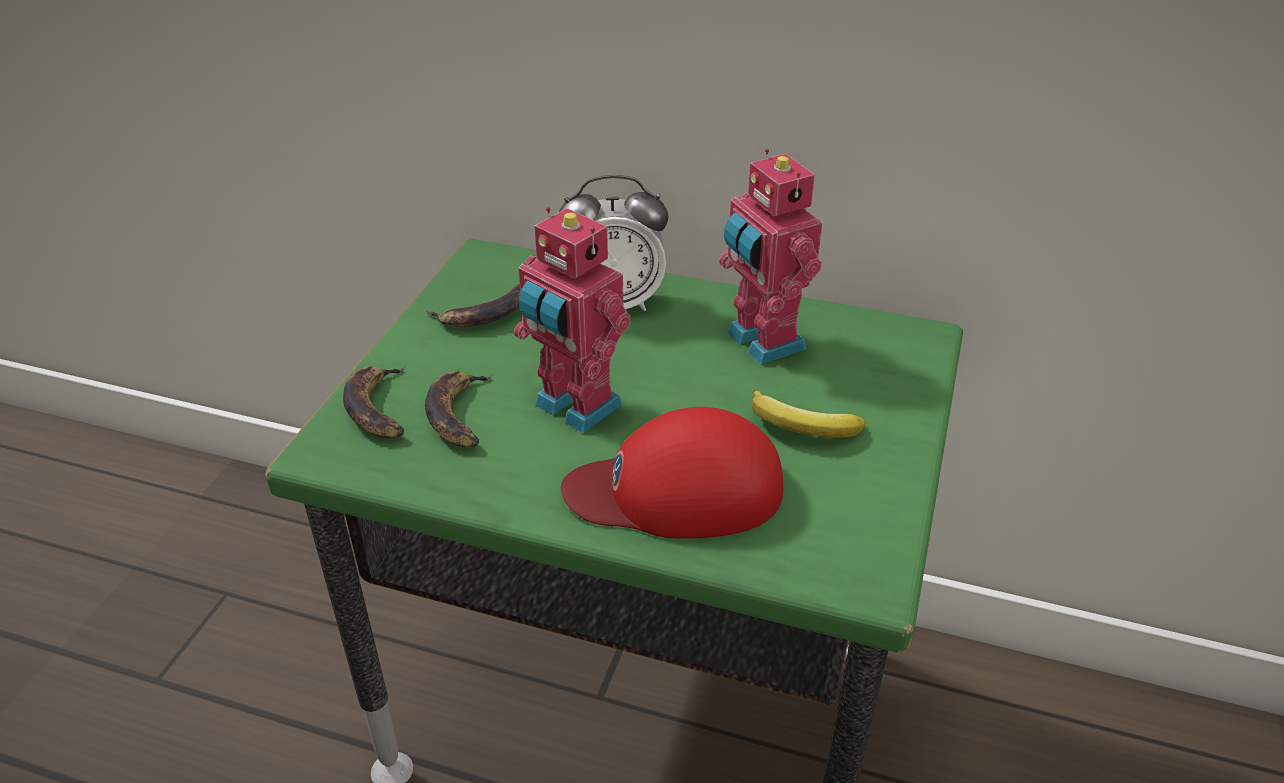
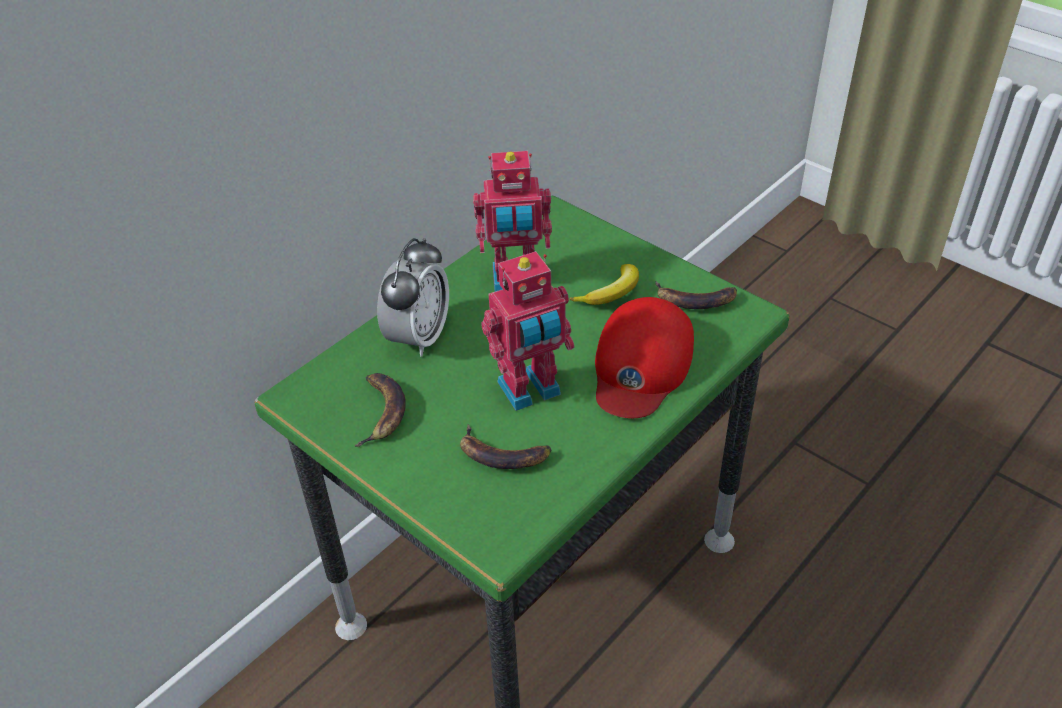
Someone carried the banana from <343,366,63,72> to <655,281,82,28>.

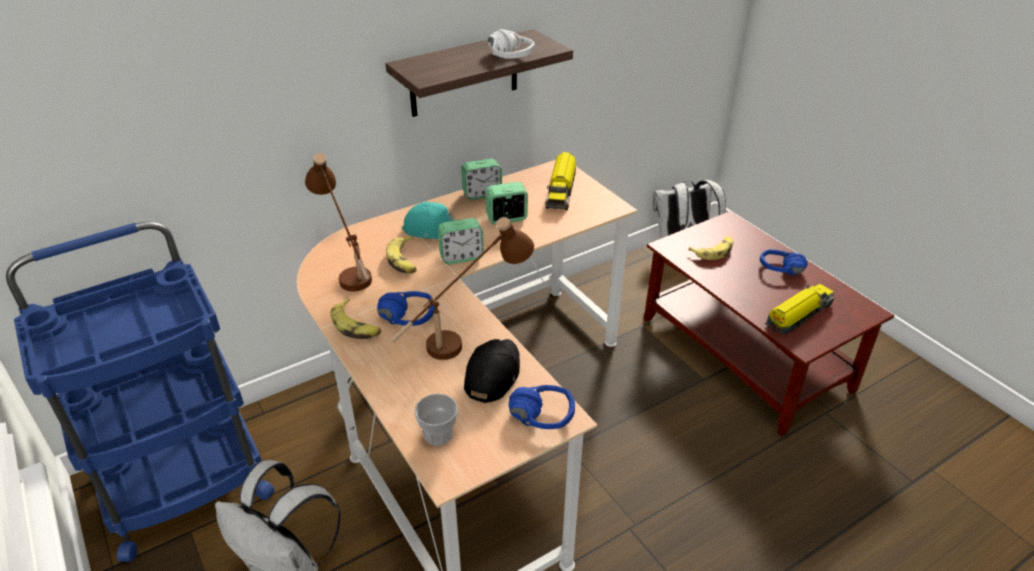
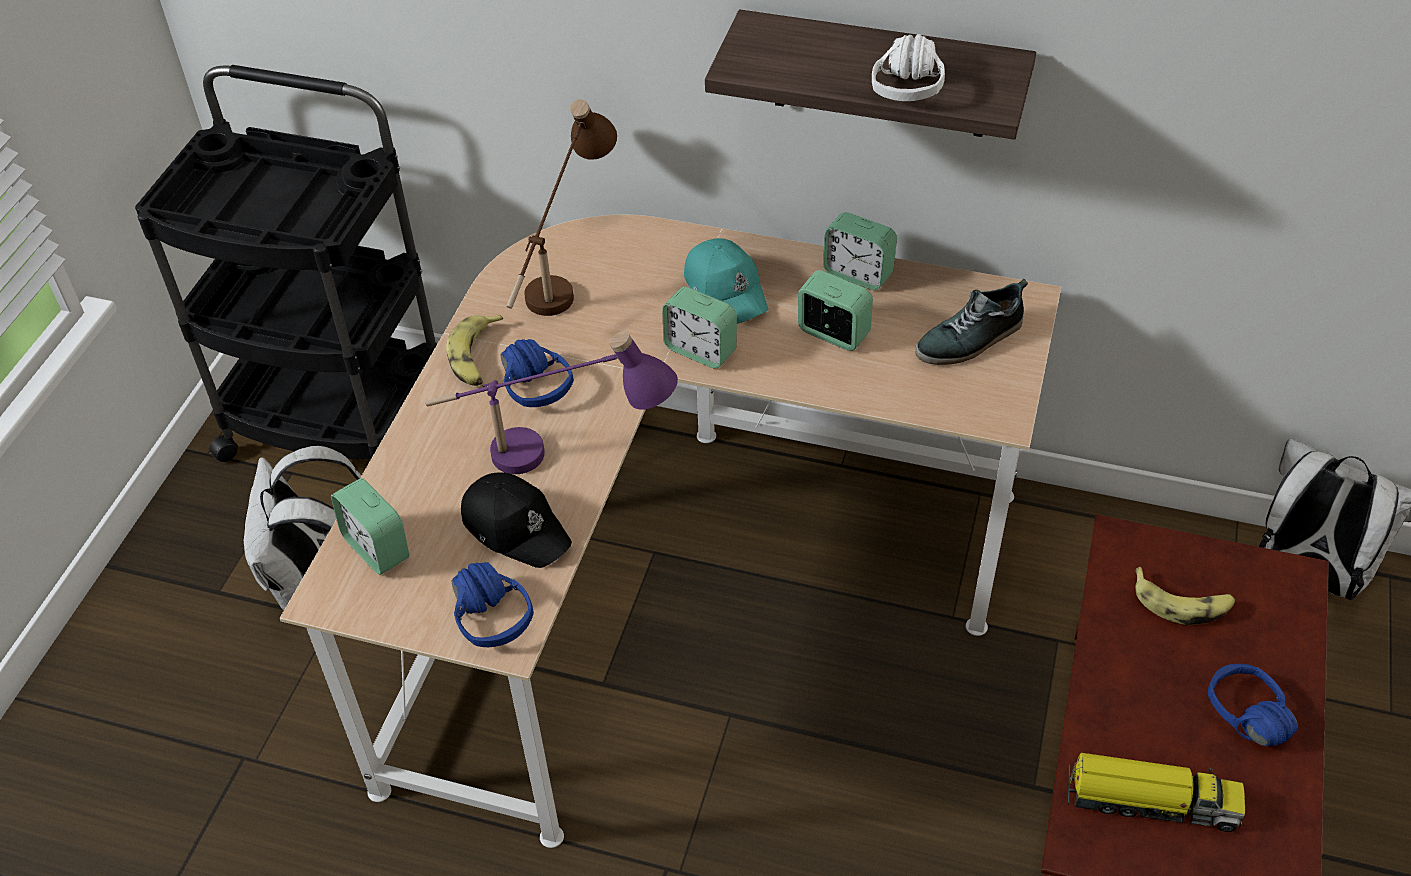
Someone took away the banana at <386,236,31,37>.
Someone swapped the drinking cup at <414,394,44,52> for the bedside clock at <331,478,78,97>.
Someone swapped the toy lorry at <545,152,31,58> for the shoe at <915,279,113,86>.
Someone repainted the bluish cart at <6,222,269,340>, which became the black-coloured cart at <135,65,302,397>.
Someone repainted the brownish lamp for a table at <391,217,143,143>, which became the purple lamp for a table at <425,331,253,143>.
Someone rotated the black-coloured cap at <464,339,56,64> by 60 degrees clockwise.

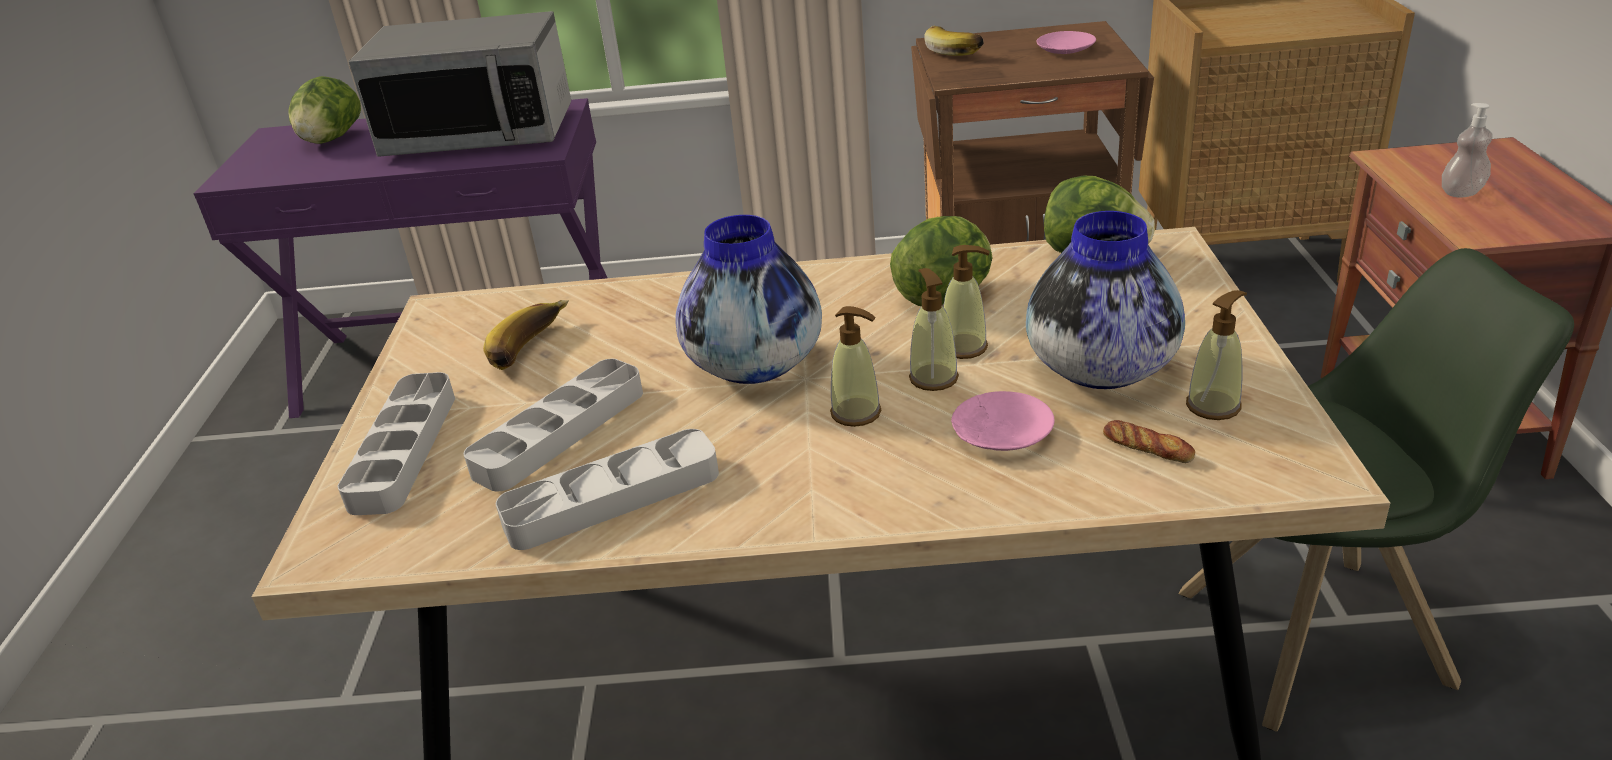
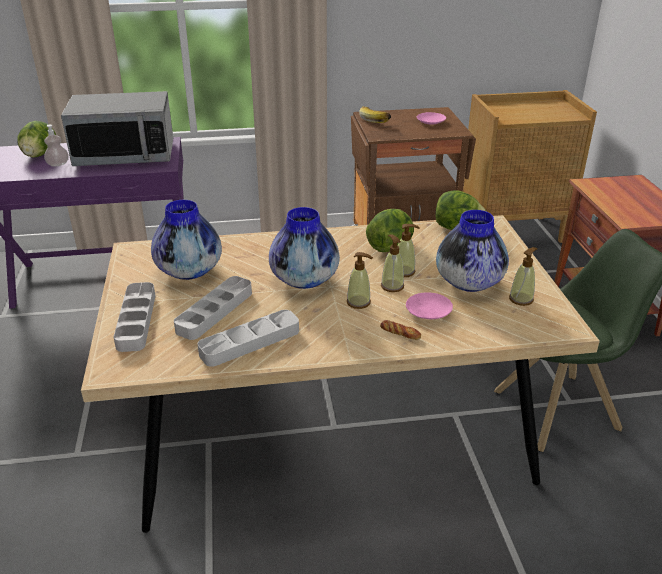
Someone carried the bread from <1103,420,92,43> to <380,320,41,20>.
Someone carried the liquid soap bottle from <1442,103,51,95> to <44,125,25,41>.
Someone swapped the banana at <483,300,86,70> for the decorative vase at <151,200,71,80>.

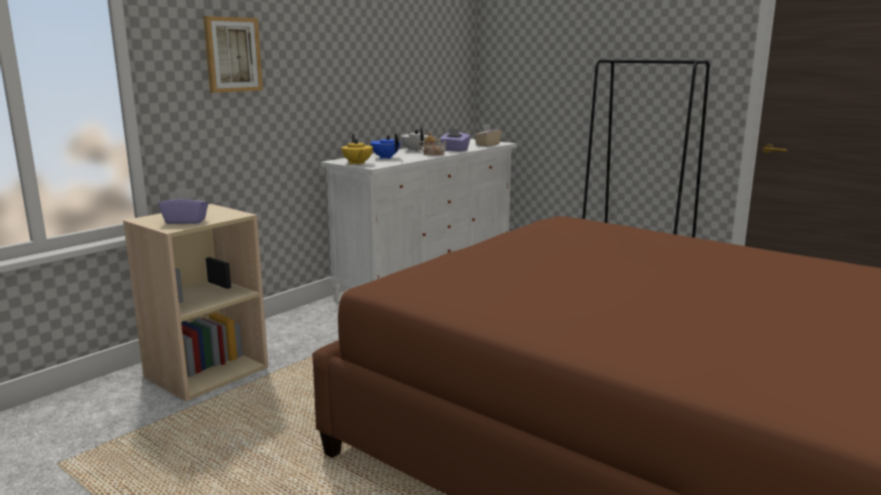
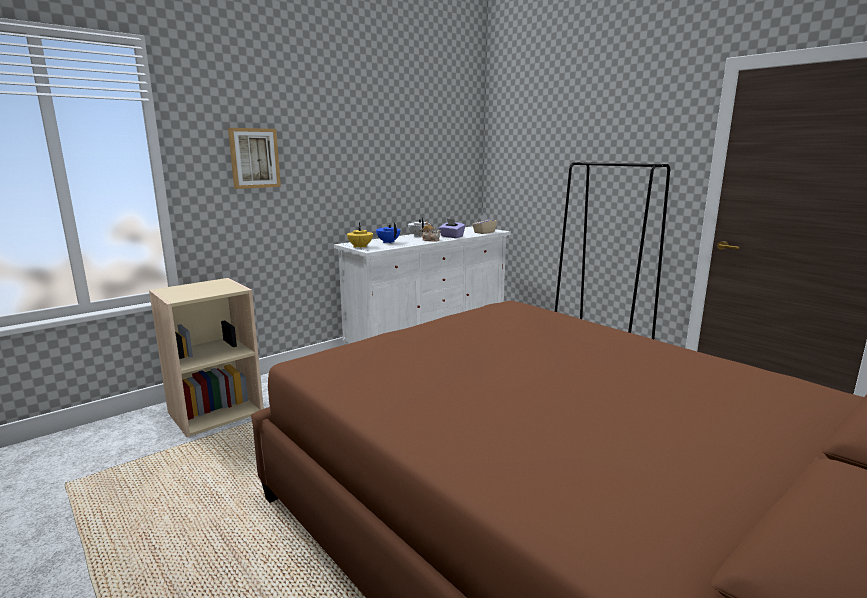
Someone took away the purple tissue box at <159,189,49,35>.

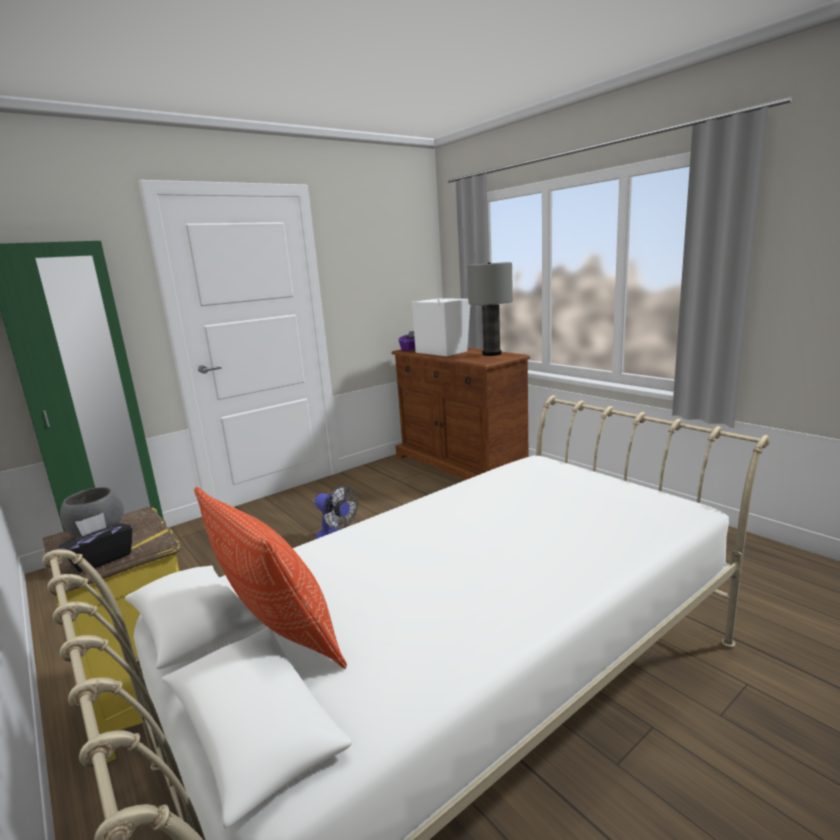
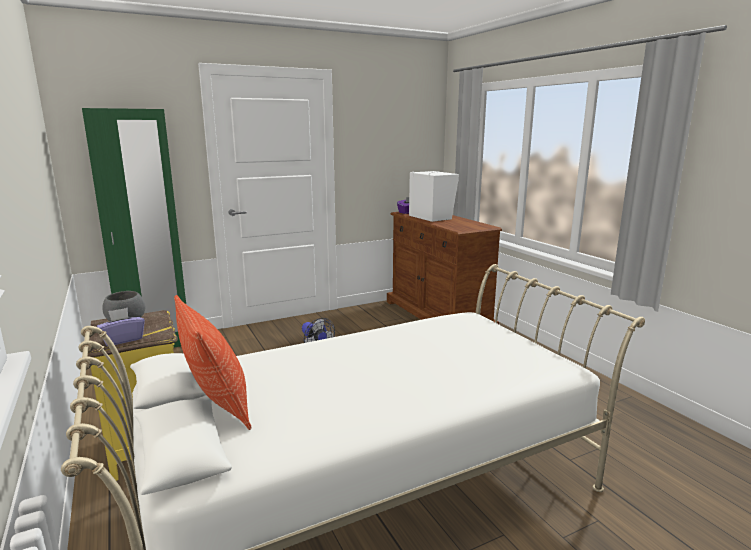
Someone took away the grey lamp for a table at <467,262,46,94>.
Someone repainted the black-coloured tissue box at <59,513,73,60>, which became the purple tissue box at <97,308,48,38>.

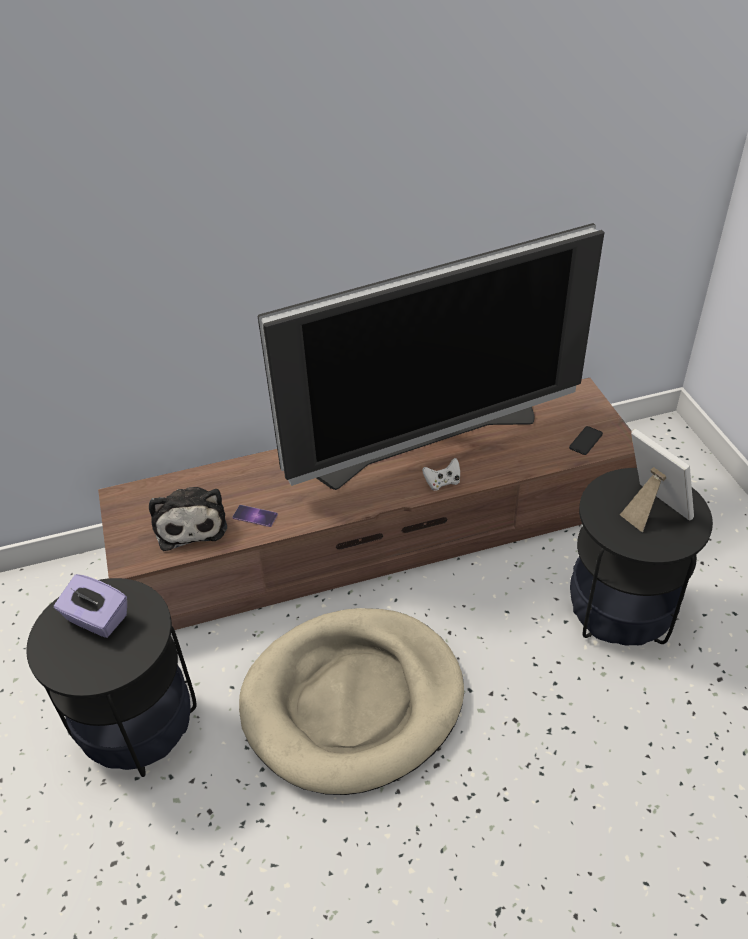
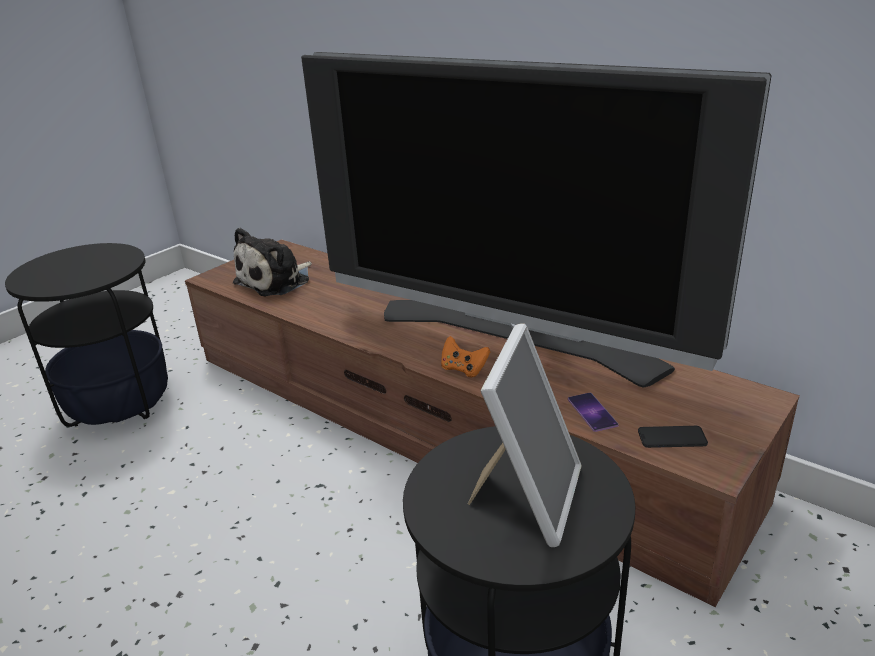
Someone took away the purple tissue box at <54,574,73,64>.
Someone took away the sand-coloured dog cushion at <239,608,225,187>.
Someone carried the telephone from <233,505,45,22> to <568,393,51,39>.
Someone repainted the whitish joypad at <422,458,38,33>, which became the orange-coloured joypad at <441,336,49,41>.

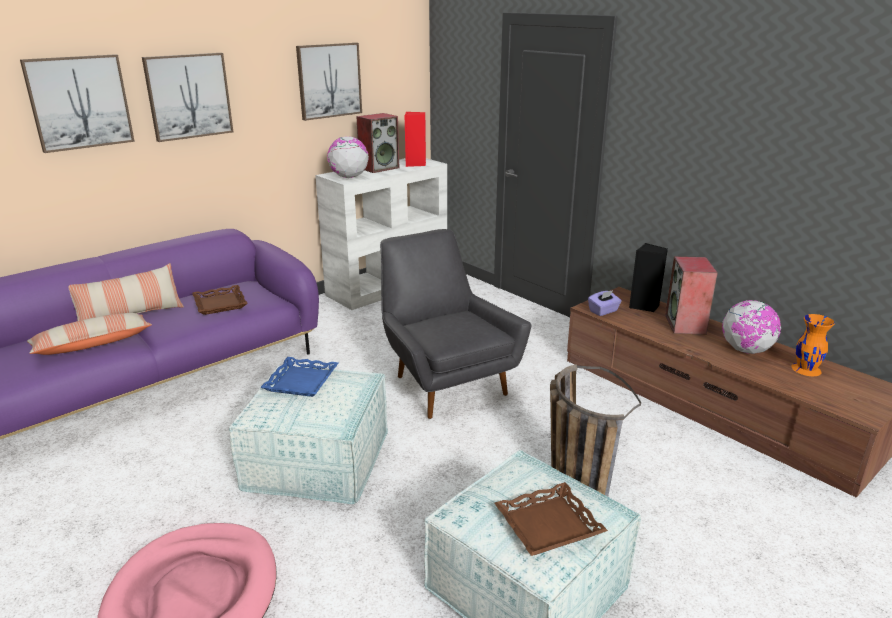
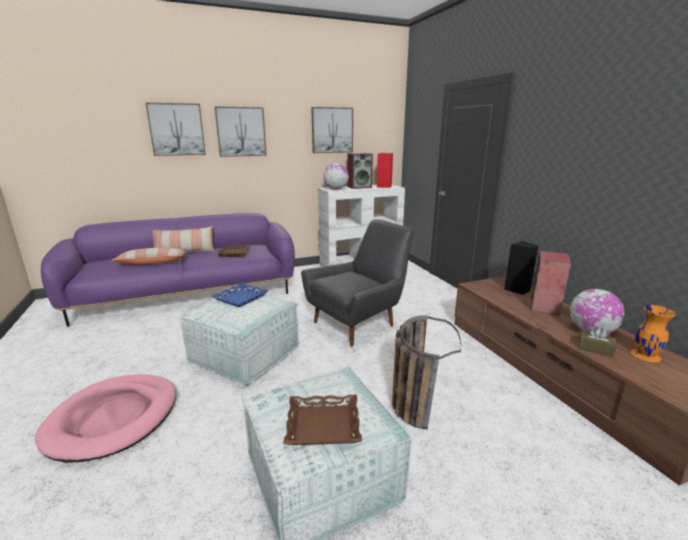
Someone took away the purple tissue box at <588,290,33,26>.
Someone put down the brownish tissue box at <578,327,39,30>.
Someone rotated the grey lounge chair at <380,229,151,190> by 60 degrees clockwise.

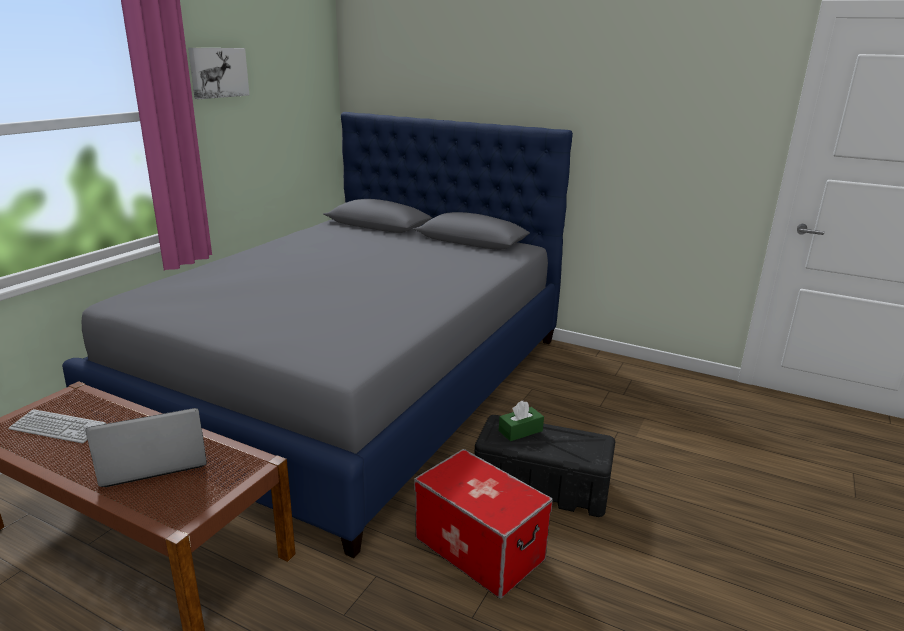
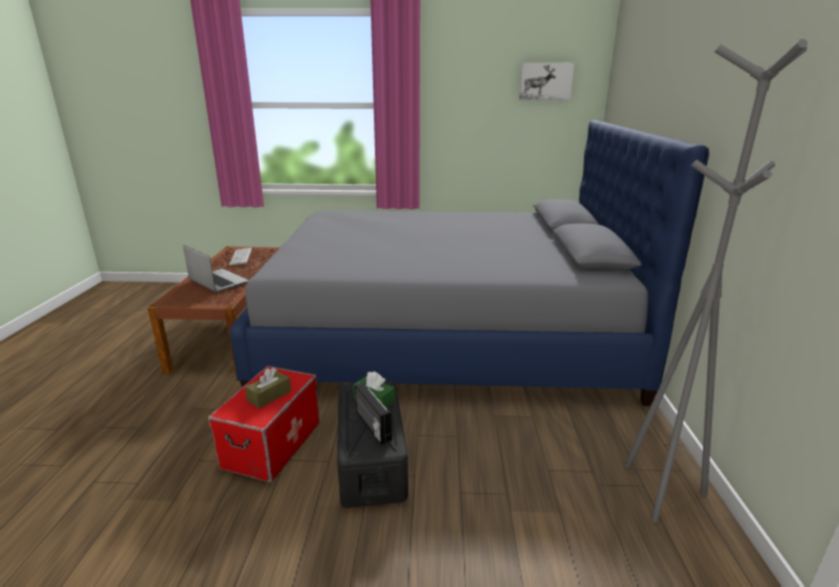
Someone put down the brownish tissue box at <245,367,46,42>.
Someone put down the radio at <355,383,37,62>.
Someone put down the grey clothes rack at <625,39,183,484>.
Someone carried the picture from <188,48,61,51> to <519,62,55,38>.

